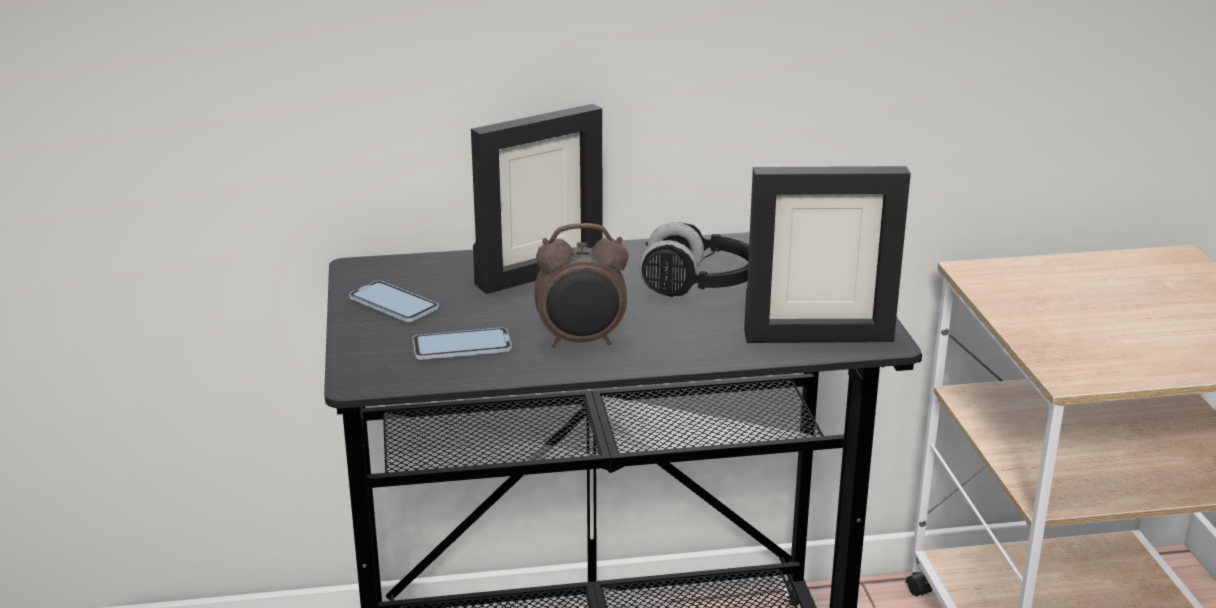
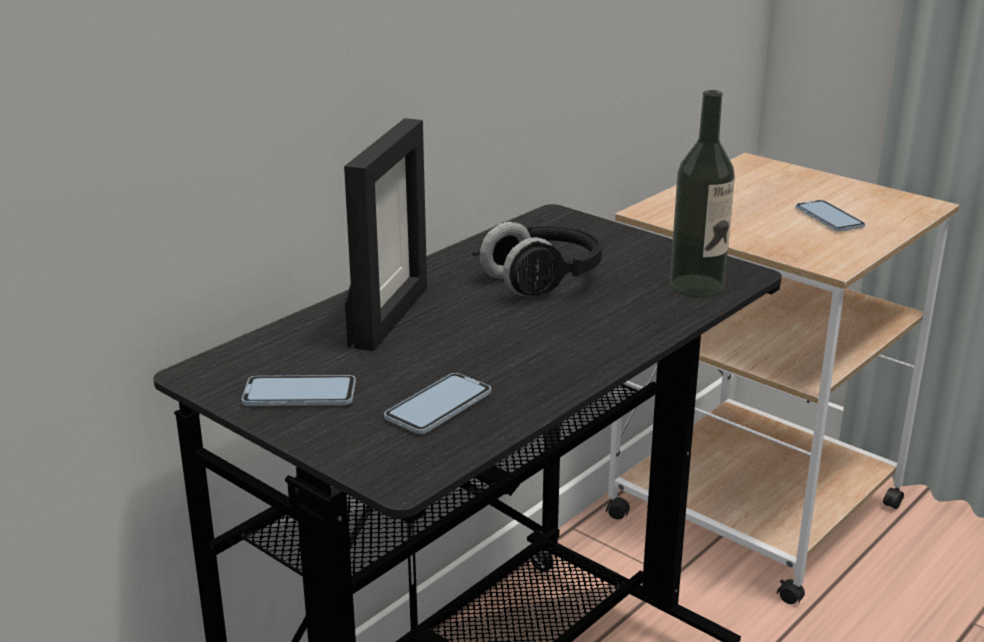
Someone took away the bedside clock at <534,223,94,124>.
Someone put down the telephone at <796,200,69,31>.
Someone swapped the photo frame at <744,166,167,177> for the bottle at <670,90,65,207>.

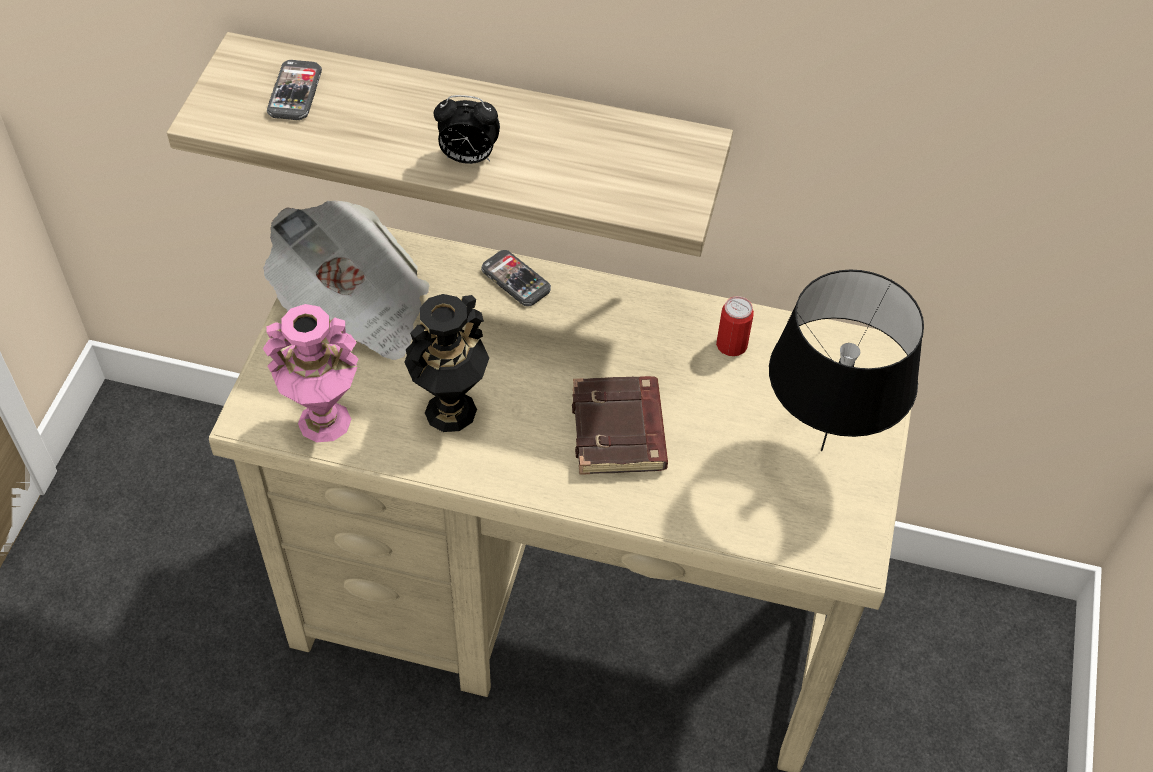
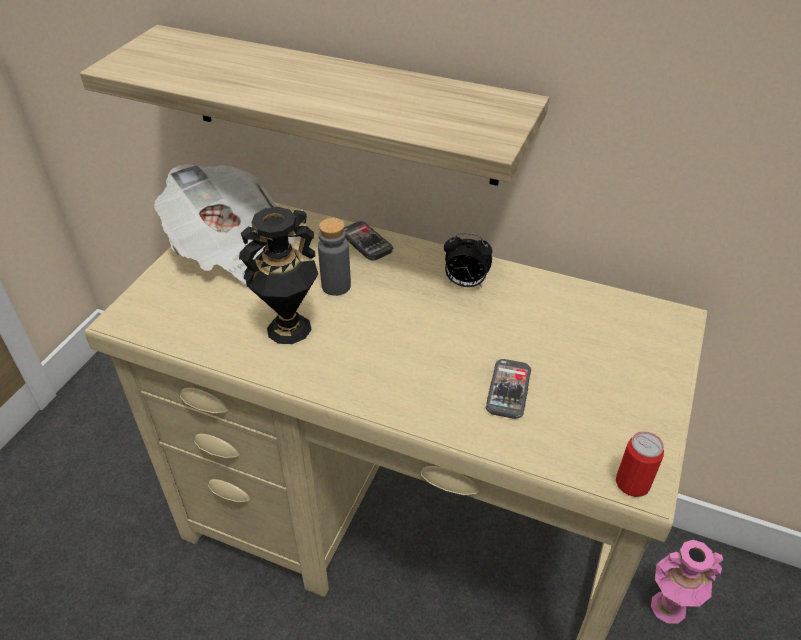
Someone took away the brownish bound book at <572,376,96,99>.
Someone took away the black-coloured lamp for a table at <769,269,155,182>.
Someone put down the grey bottle at <318,218,33,78>.
Someone carried the pinkish decorative vase from <263,304,95,138> to <651,540,72,84>.
Someone carried the telephone from <267,60,55,60> to <486,359,45,60>.
Someone carried the bedside clock from <434,95,66,69> to <444,233,48,54>.
Someone carried the can from <716,296,38,60> to <616,431,48,66>.

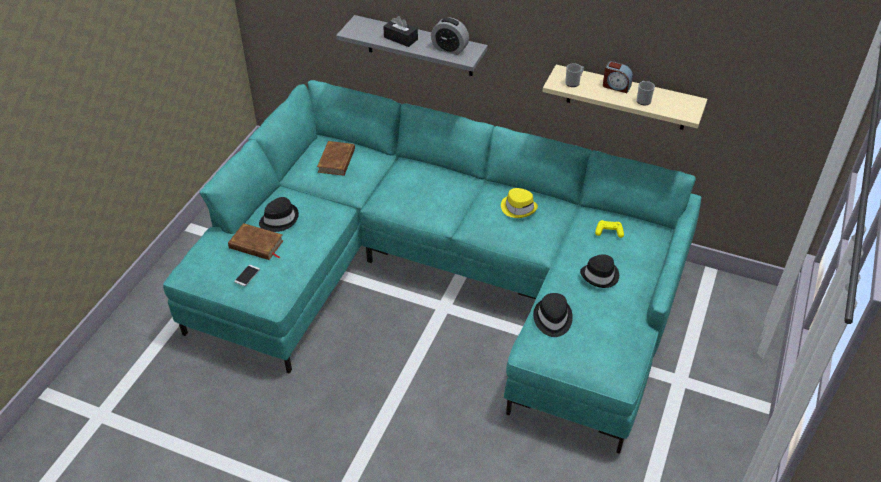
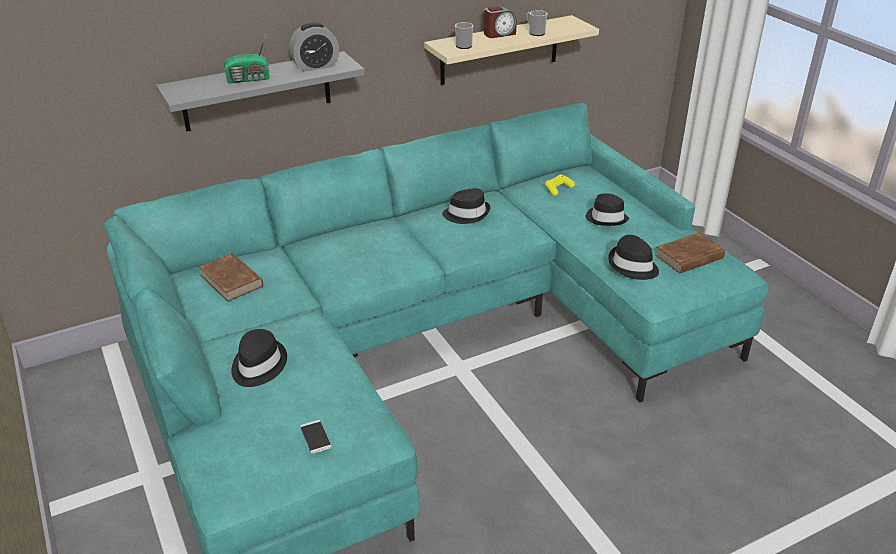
Someone carried the brownish bound book from <228,223,56,37> to <655,233,70,41>.
Someone swapped the black-coloured tissue box at <383,16,35,31> for the radio at <224,33,45,51>.
Someone repainted the yellow-coloured hat at <501,188,37,30>, which became the black-coloured hat at <442,188,49,36>.

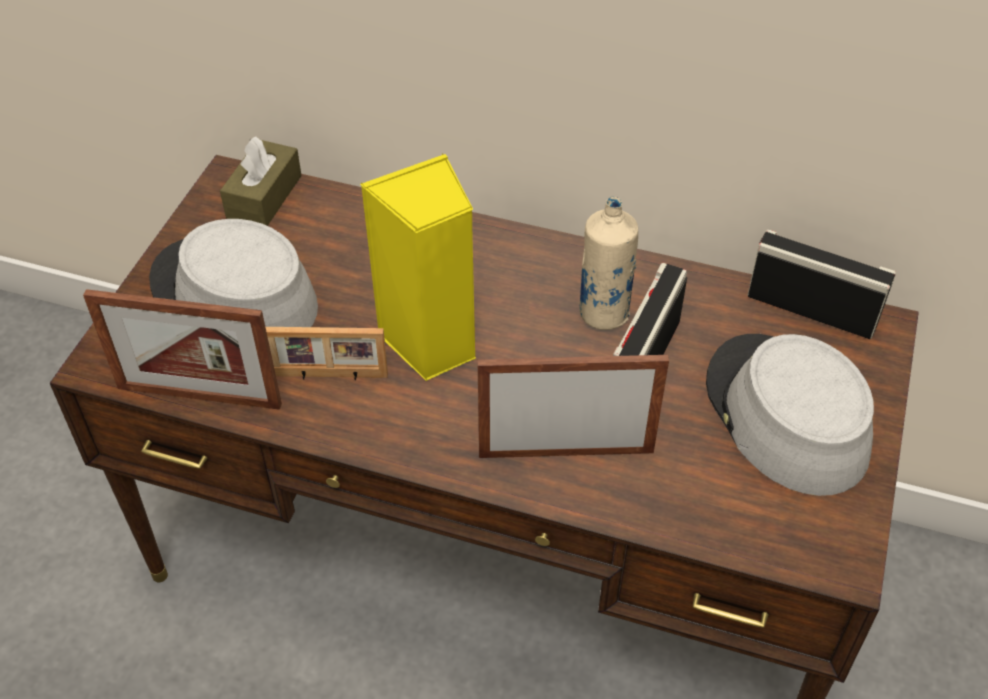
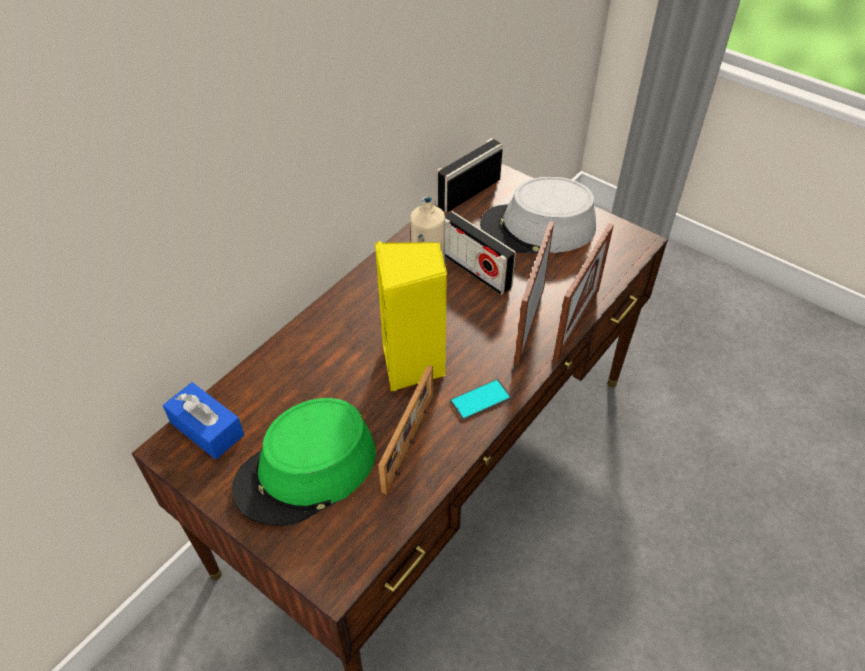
Someone put down the telephone at <450,379,61,41>.
Someone carried the photo frame from <83,289,199,121> to <553,223,61,139>.
Someone repainted the grey hat at <149,219,169,108>, which became the green-coloured hat at <232,398,144,128>.
Someone repainted the brownish tissue box at <220,136,82,90>, which became the bluish tissue box at <163,382,81,78>.

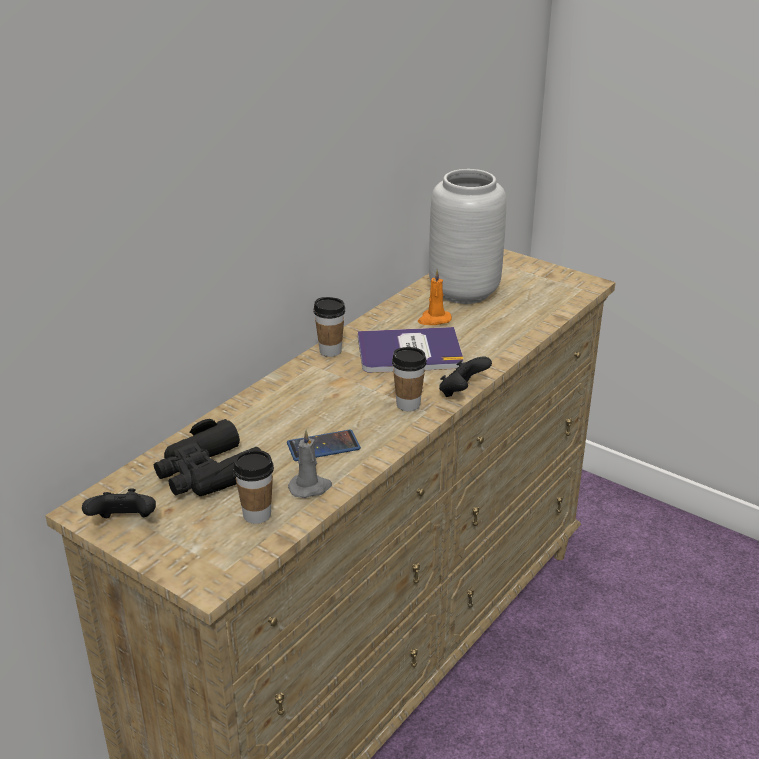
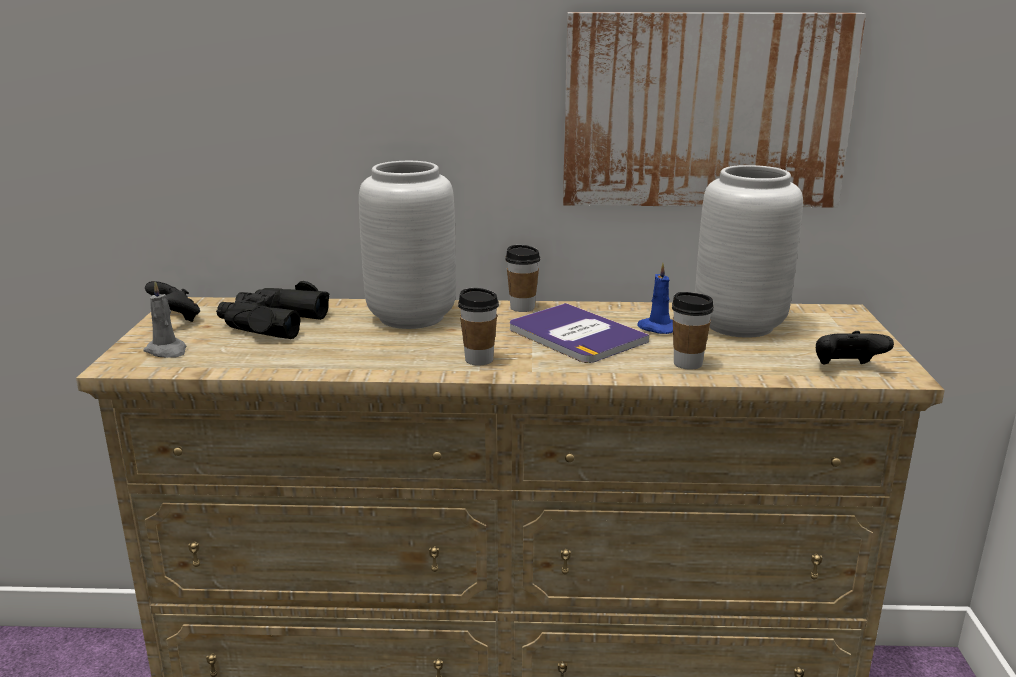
Someone took away the telephone at <287,429,74,32>.
Someone put down the grey decorative vase at <359,161,97,168>.
Someone put up the picture at <563,12,303,196>.
Someone carried the drinking cup from <233,450,41,74> to <672,292,42,78>.
Someone carried the grey wax light from <288,429,44,69> to <143,281,43,77>.
Someone carried the black-coloured joypad from <439,356,53,41> to <816,331,78,33>.
Someone repainted the orange-coloured wax light at <418,269,34,56>, which became the bluish wax light at <637,263,36,71>.

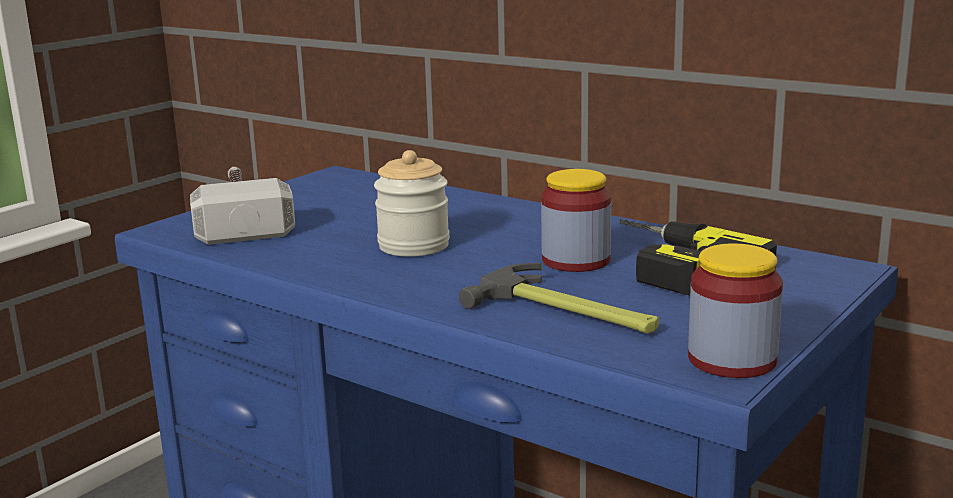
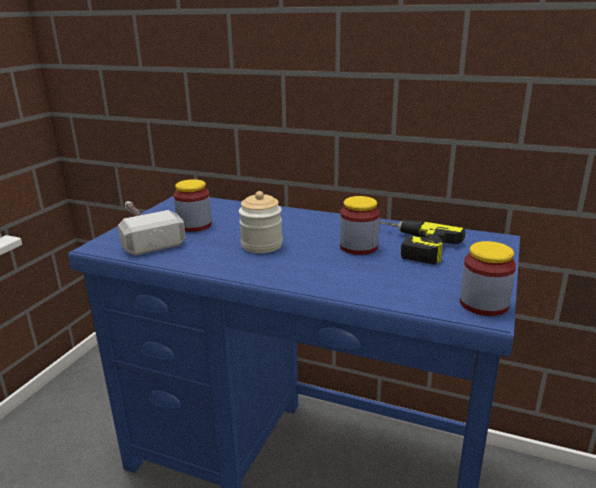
Someone took away the hand hammer at <459,263,200,71>.
Someone put down the storage jar at <174,179,38,53>.

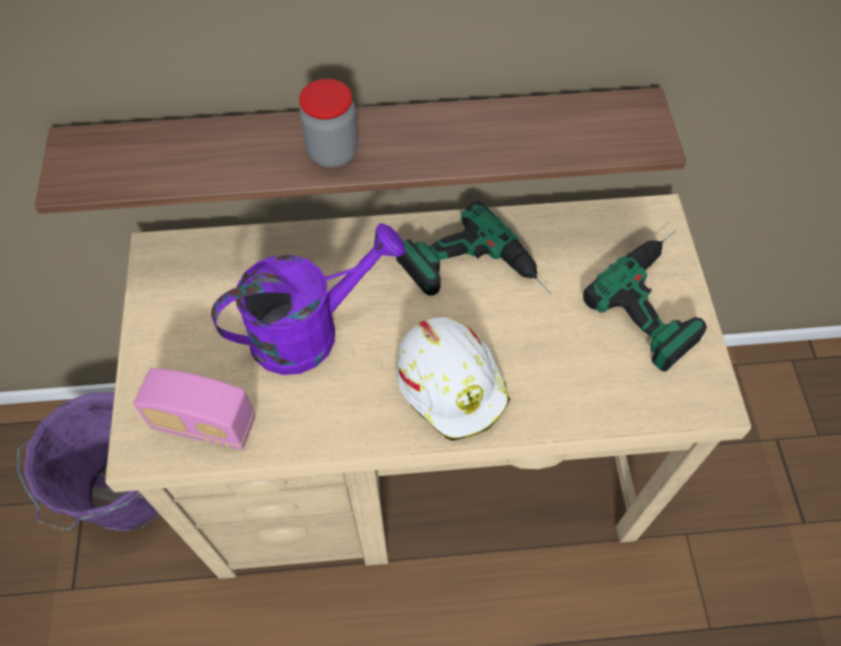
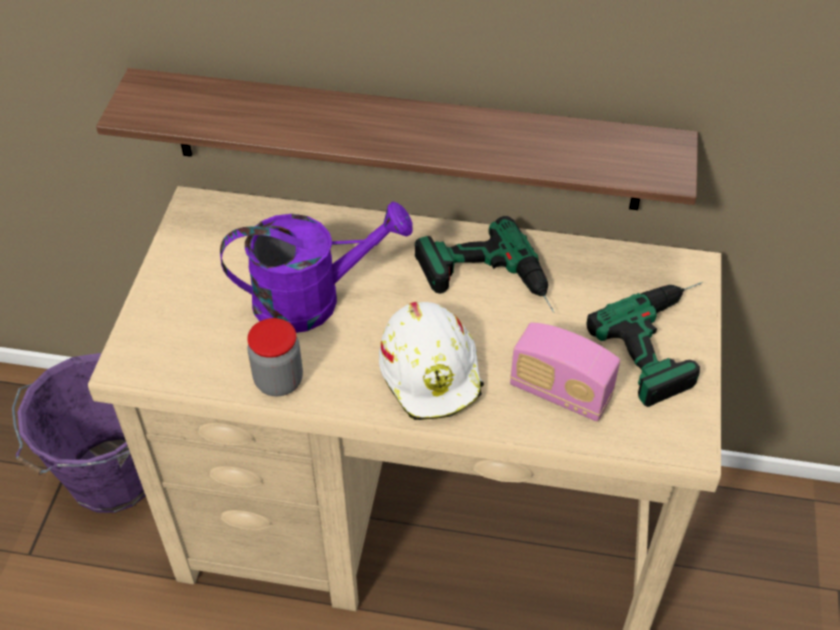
Someone carried the radio from <134,368,122,82> to <510,322,110,100>.
Someone carried the storage jar from <299,79,59,88> to <247,318,56,78>.

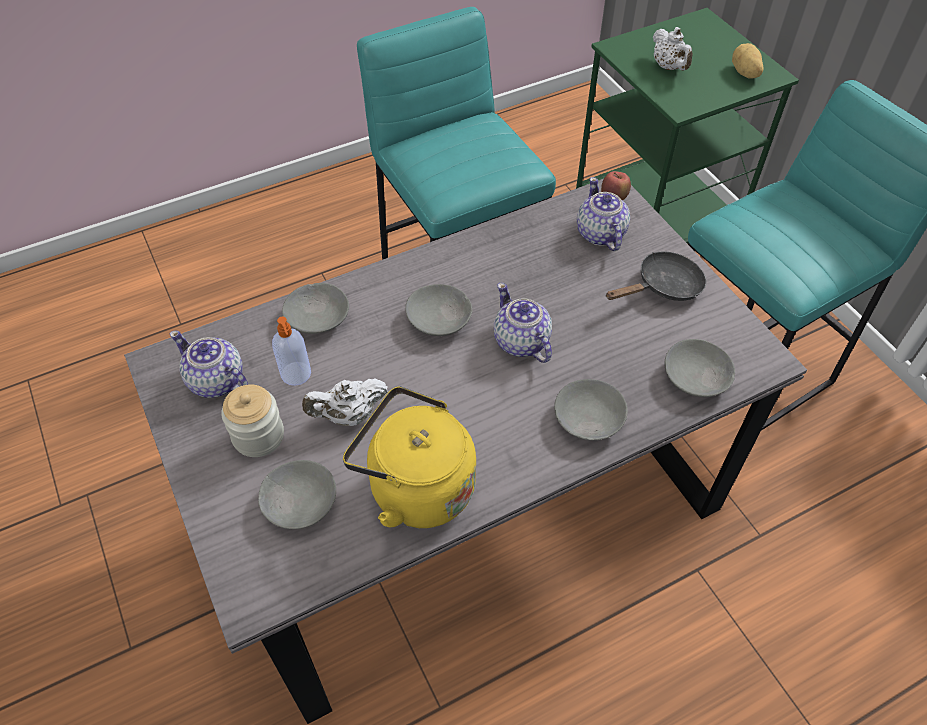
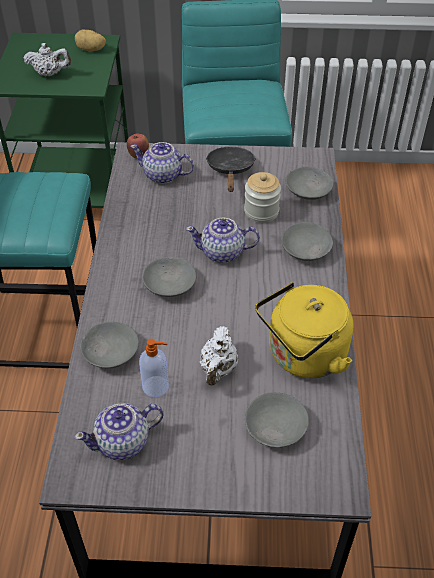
Someone carried the storage jar from <221,384,63,73> to <244,172,37,51>.

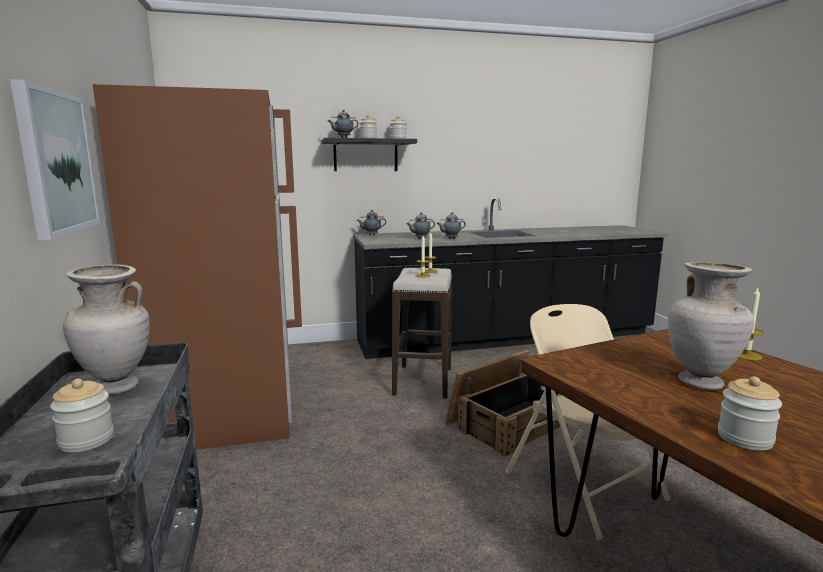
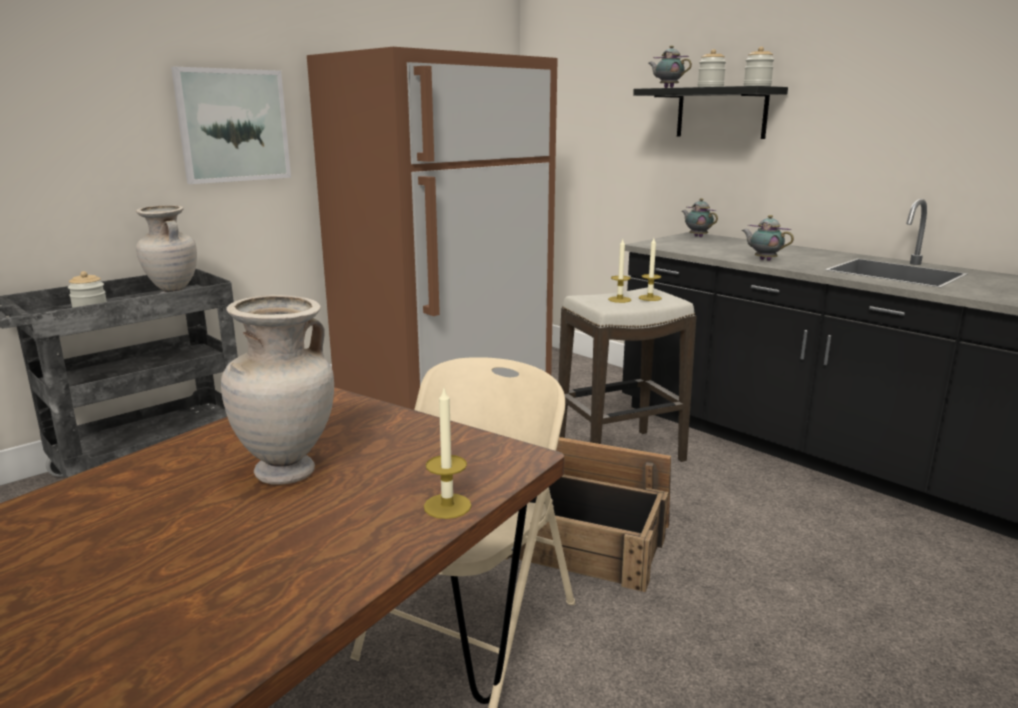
Someone took away the teapot at <406,212,29,27>.
Someone took away the storage jar at <718,376,64,75>.

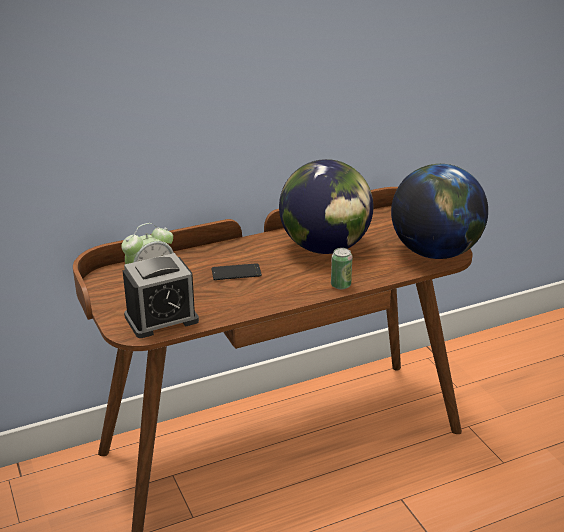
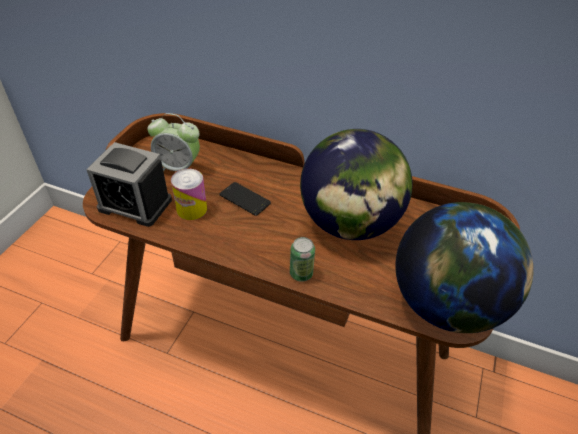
Someone put down the can at <171,169,36,51>.

